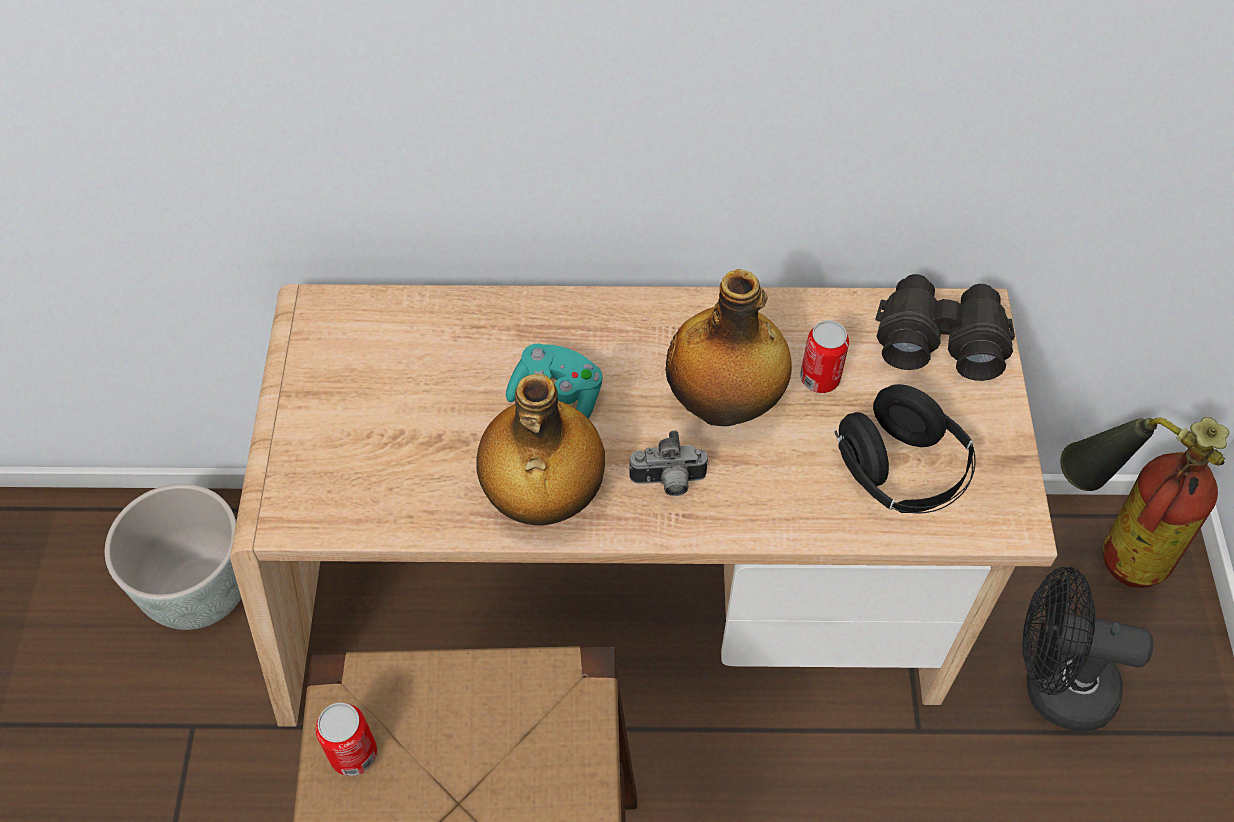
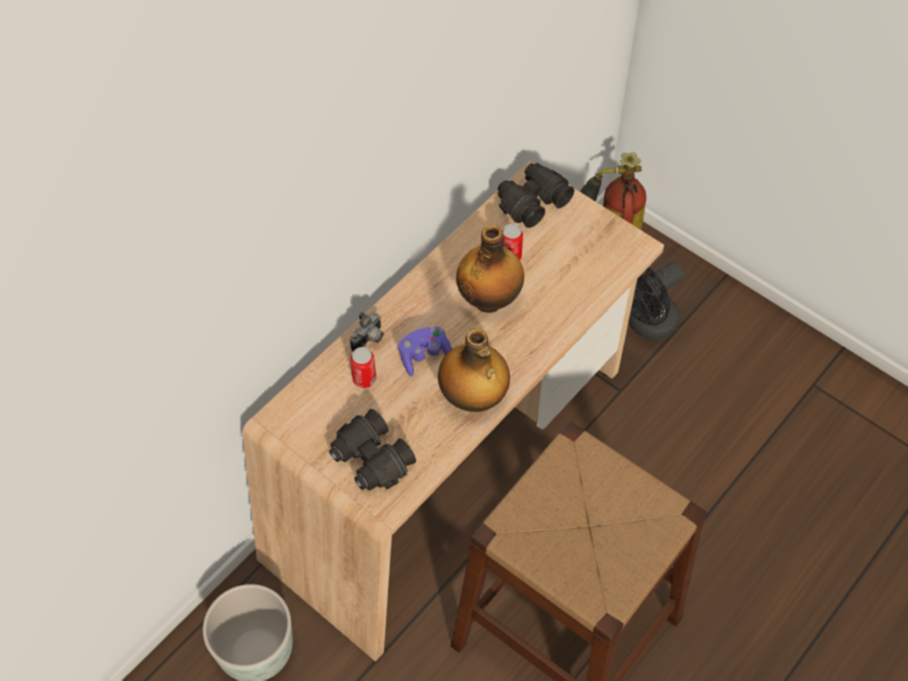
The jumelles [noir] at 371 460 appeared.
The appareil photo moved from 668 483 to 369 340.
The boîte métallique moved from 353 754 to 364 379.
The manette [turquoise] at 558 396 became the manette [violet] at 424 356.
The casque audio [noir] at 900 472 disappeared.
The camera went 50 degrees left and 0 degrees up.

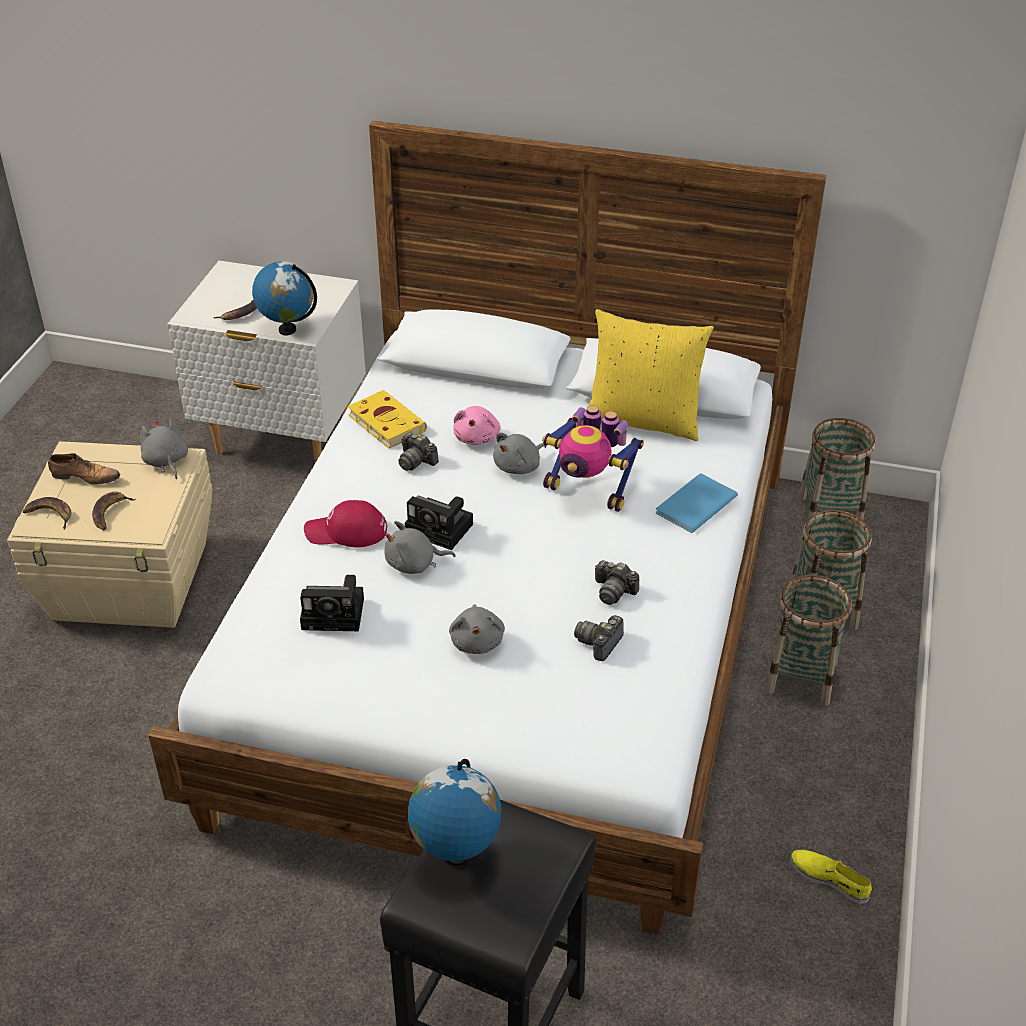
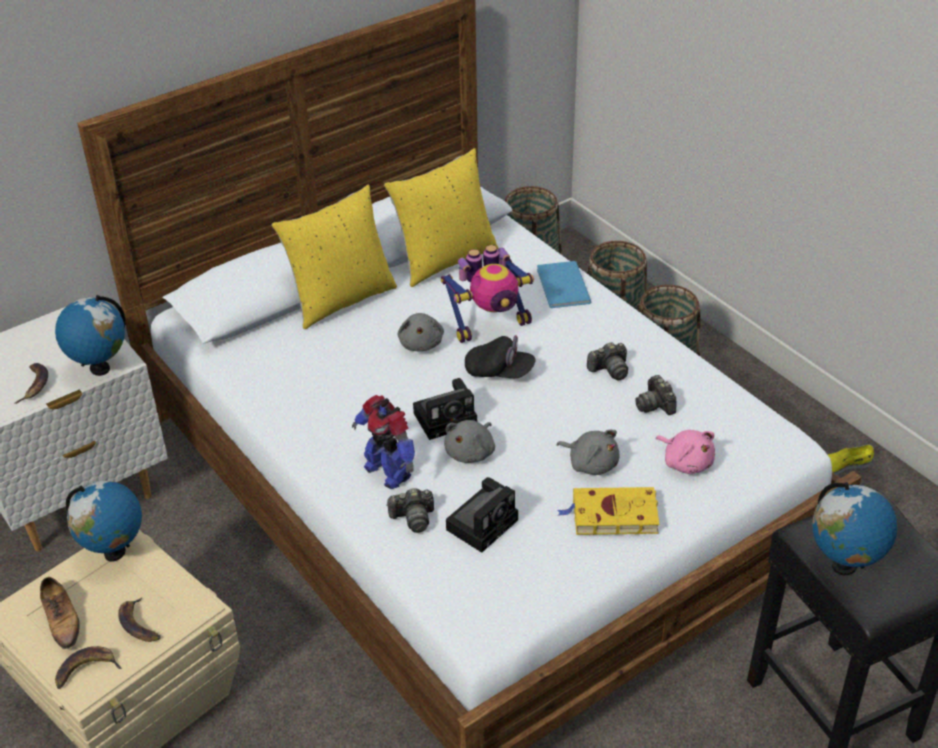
The chaussure at 84 477 turned 105 degrees clockwise.
The peluche [gris] at 166 462 was replaced by the globe at 114 553.
The coussin [jaune] at 341 299 appeared.
The casquette [rouge] at 346 532 was replaced by the robot jouet at 388 471.
The appareil photo moved from 416 461 to 413 518.
The casquette [noir] at 499 372 appeared.
The livre [jaune] moved from 385 422 to 612 515.
The peluche [rose] moved from 477 437 to 686 462.
The camera went 50 degrees left and 0 degrees up.

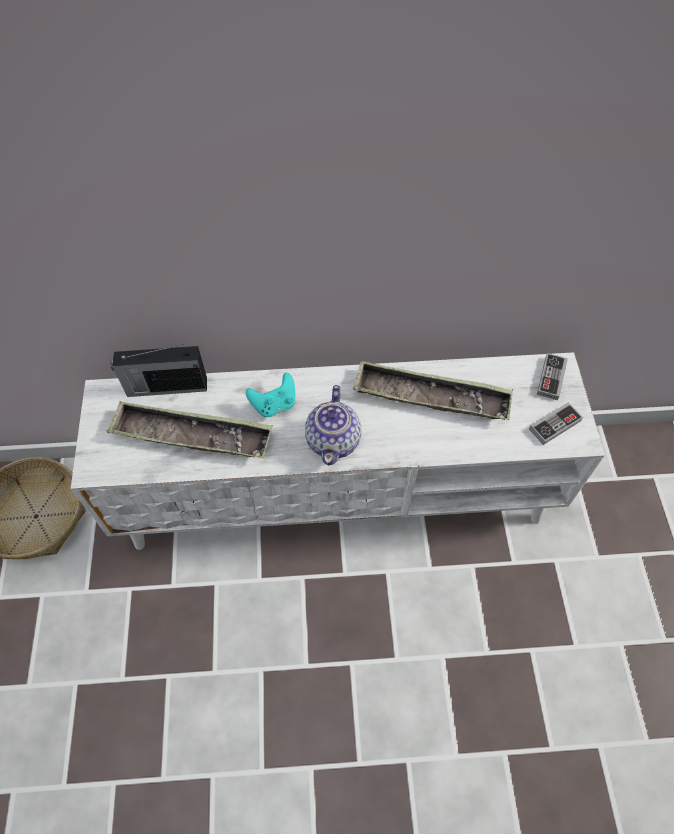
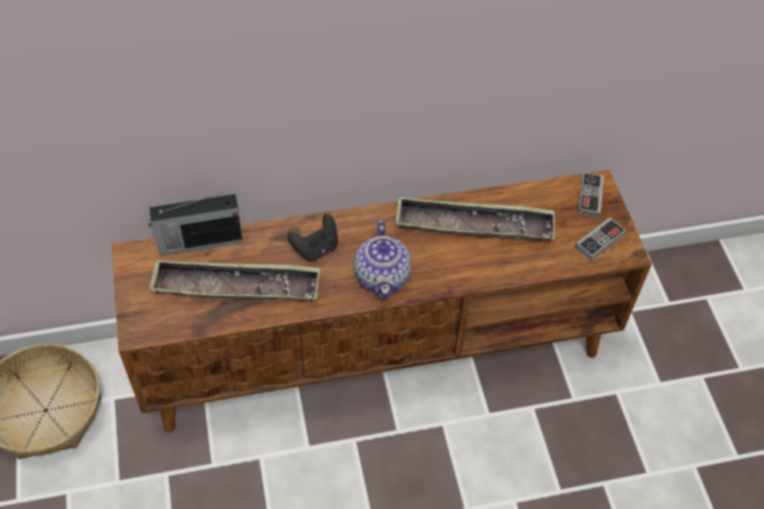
The meuble télé [blanc] at 338 492 became the meuble télé [marron] at 379 349.
The manette [turquoise] at 274 404 became the manette [noir] at 316 248.
The camera went 10 degrees left and 5 degrees down.

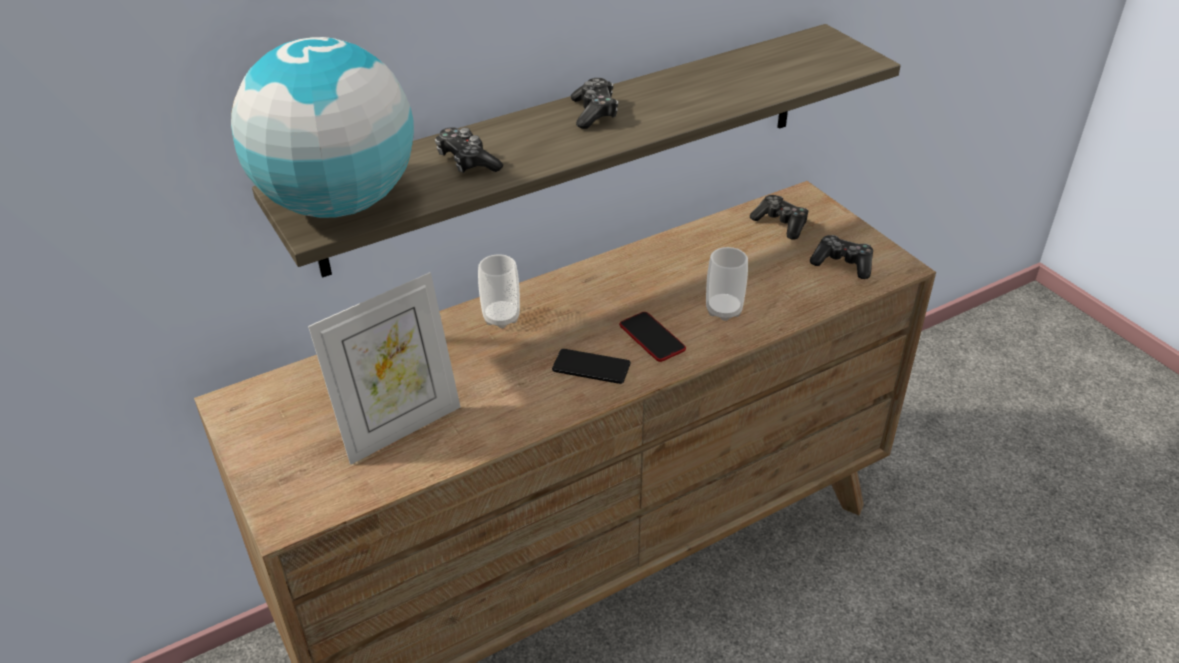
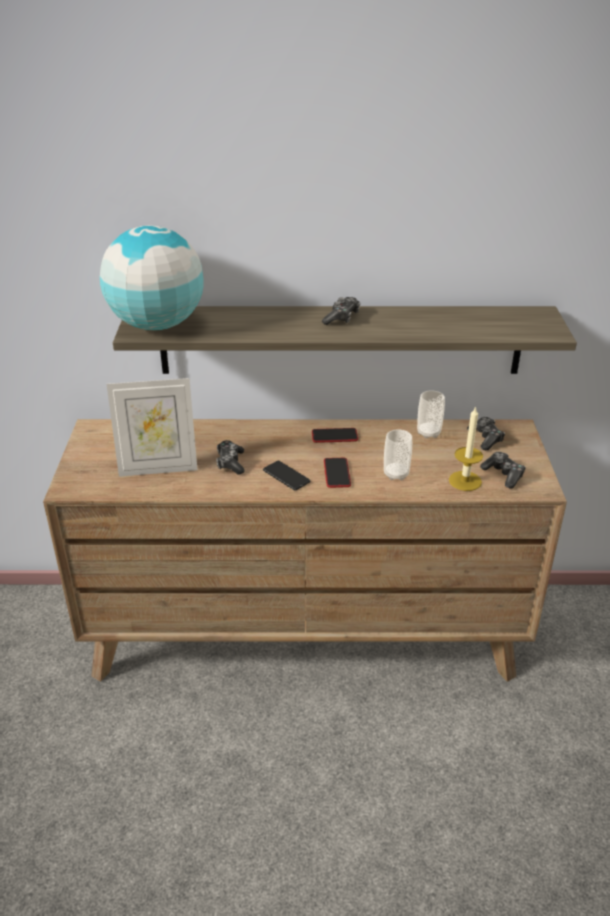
The manette moved from 467 161 to 230 463.
The téléphone at 334 436 appeared.
The tasse moved from 501 318 to 428 433.
The bougie at 465 481 appeared.
The camera went 30 degrees right and 5 degrees down.

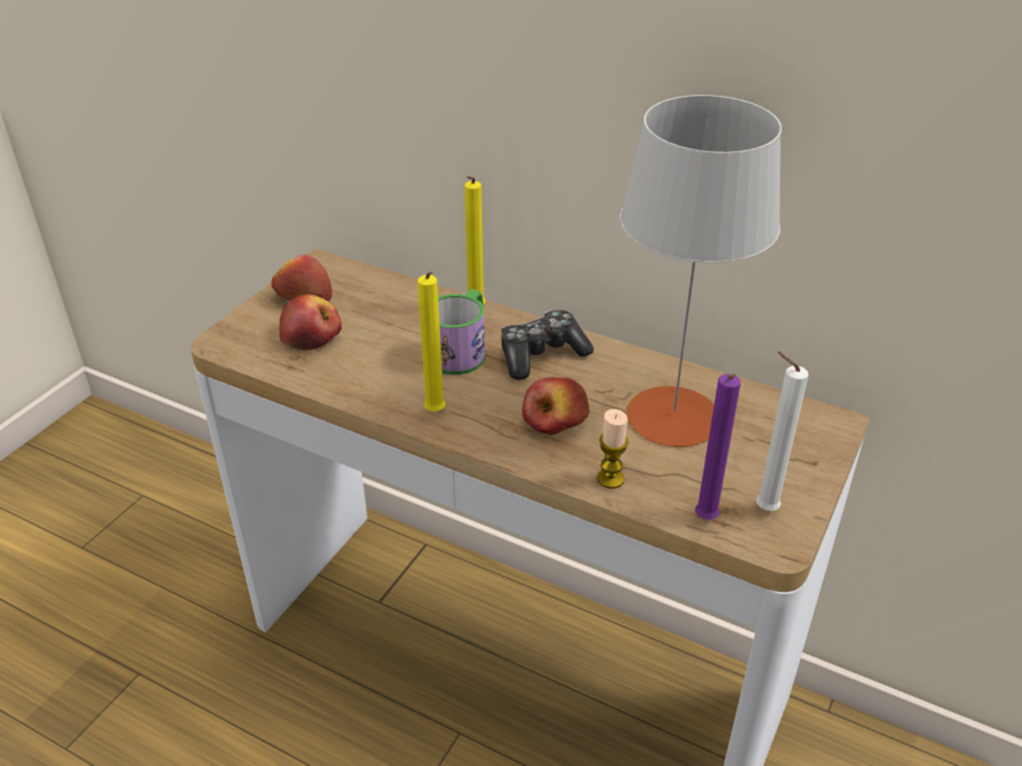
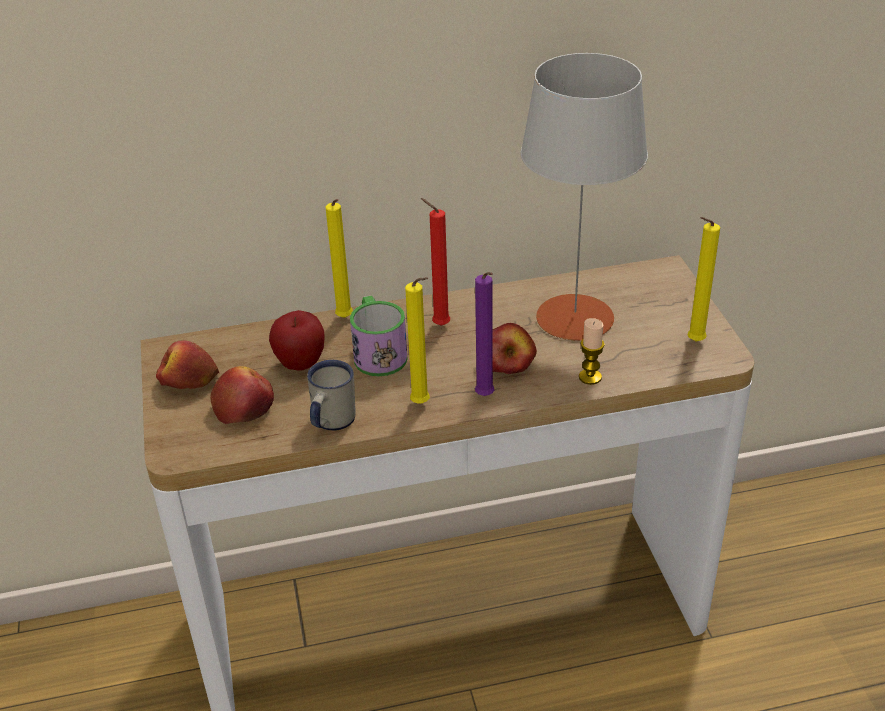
The pomme at 300 364 appeared.
The mug [blanc] at 330 422 appeared.
The manette at 541 355 was replaced by the bougie [rouge] at 438 325.
The bougie [violet] moved from 705 521 to 486 397.
The bougie [blanc] at 762 508 became the bougie [jaune] at 693 342.
The camera went 40 degrees left and 0 degrees up.

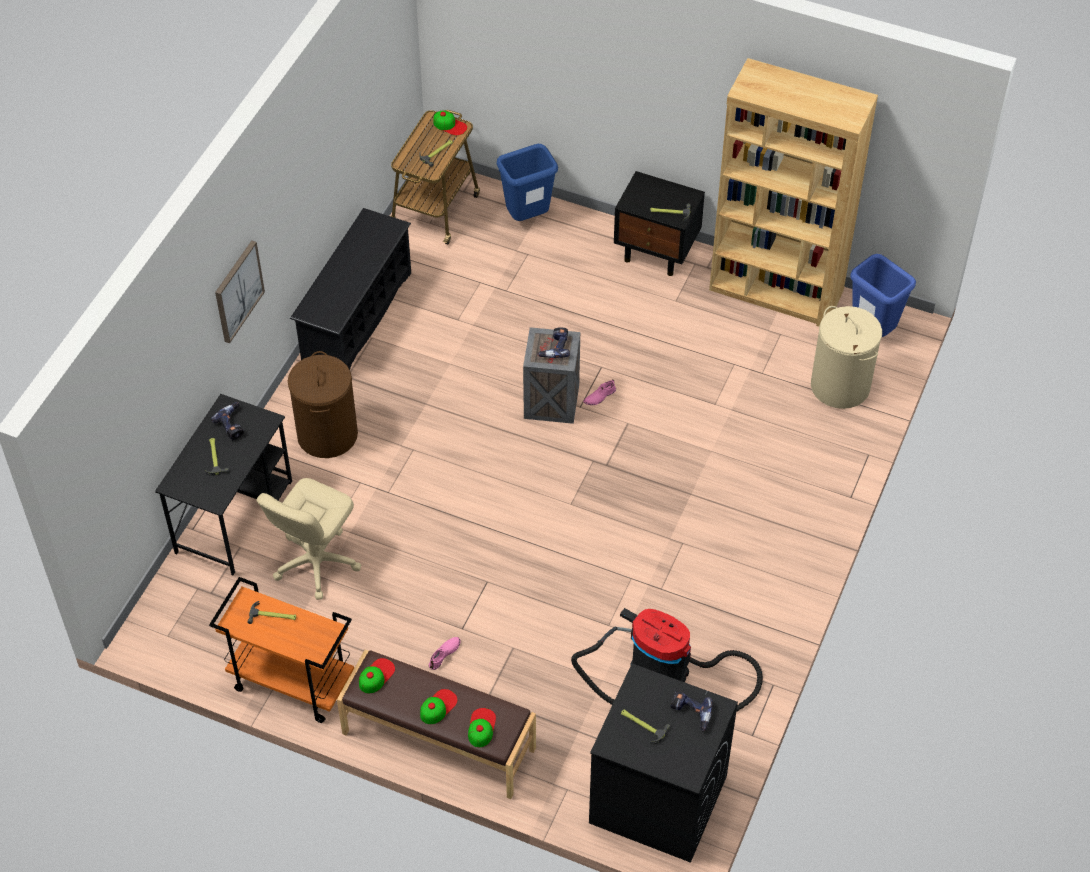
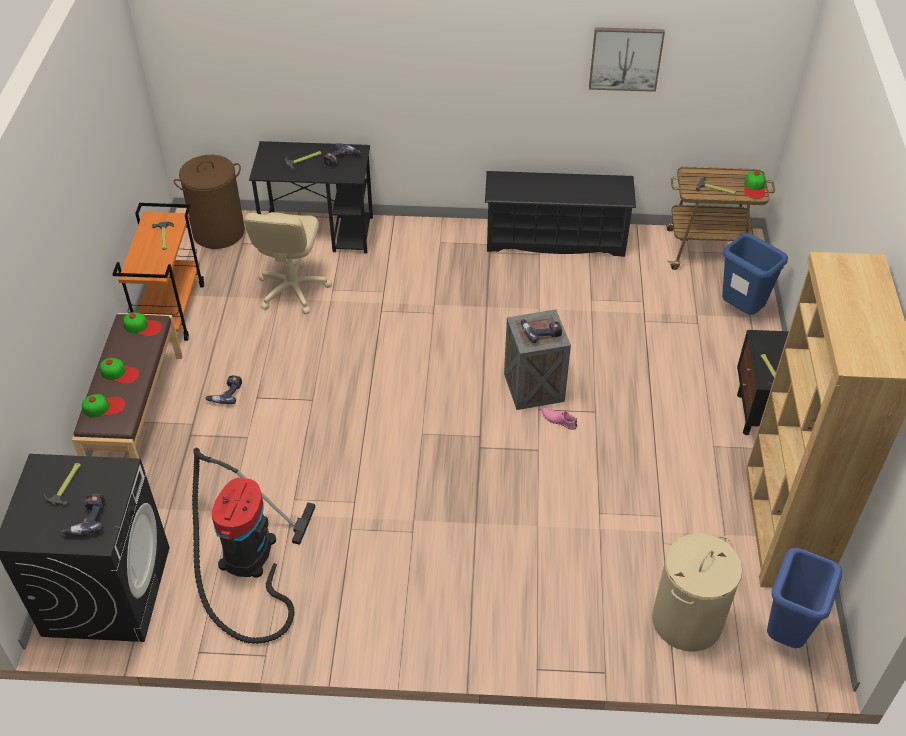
The panier à linge [marron] moved from 327 434 to 219 232.
The chaussure [rose] at 444 654 was replaced by the perceuse at 226 394.
The chaise de bureau [beige] at 316 562 turned 90 degrees counterclockwise.
The tableau moved from 238 291 to 625 58.
The camera went 70 degrees right and 5 degrees down.

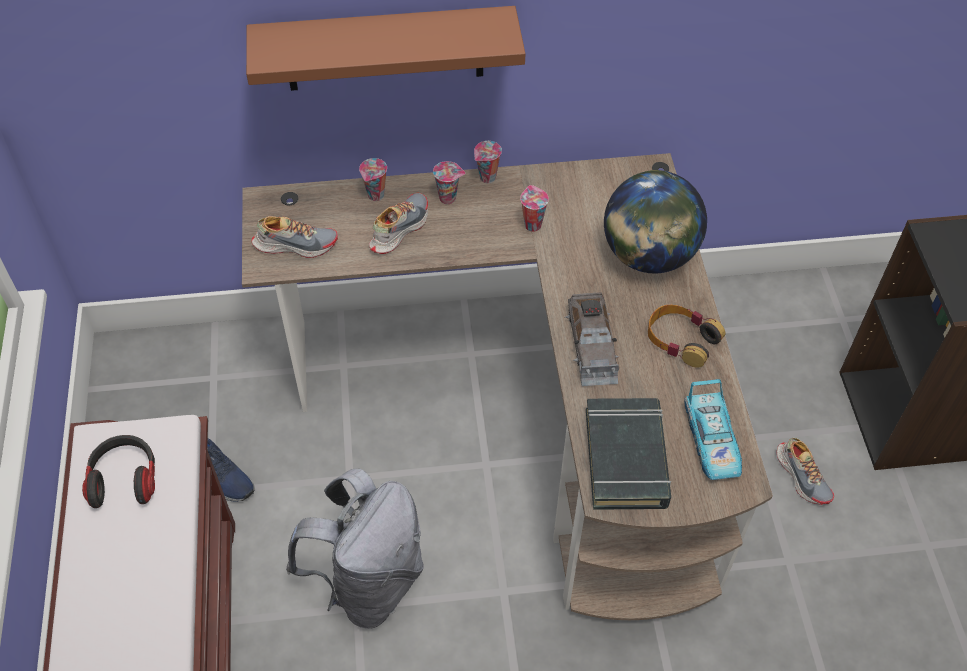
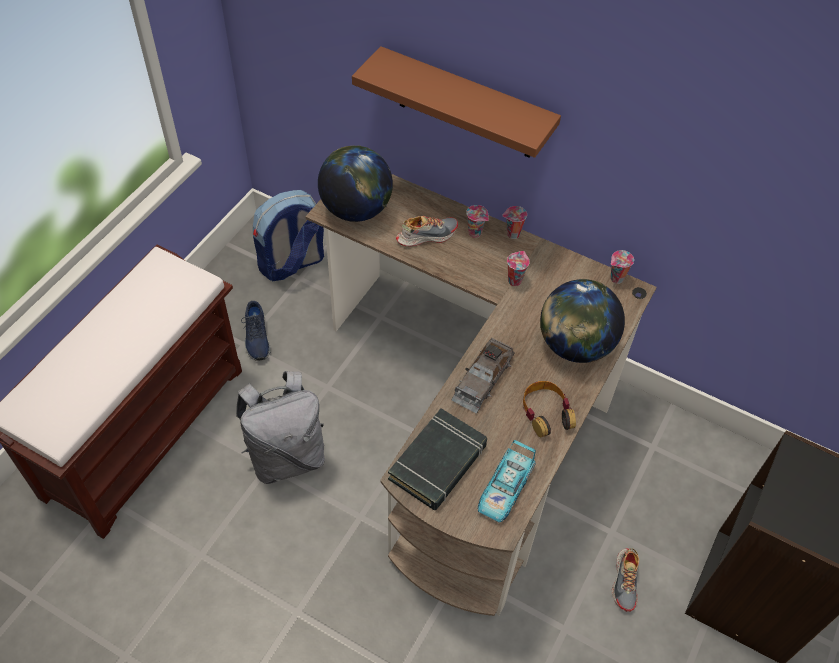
The sac à dos at 291 264 appeared.
The chaussure at 295 244 was replaced by the globe at 356 210.
The tasse moved from 376 196 to 616 279.
The casque audio at 125 479 disappeared.
The camera went 35 degrees right and 0 degrees up.

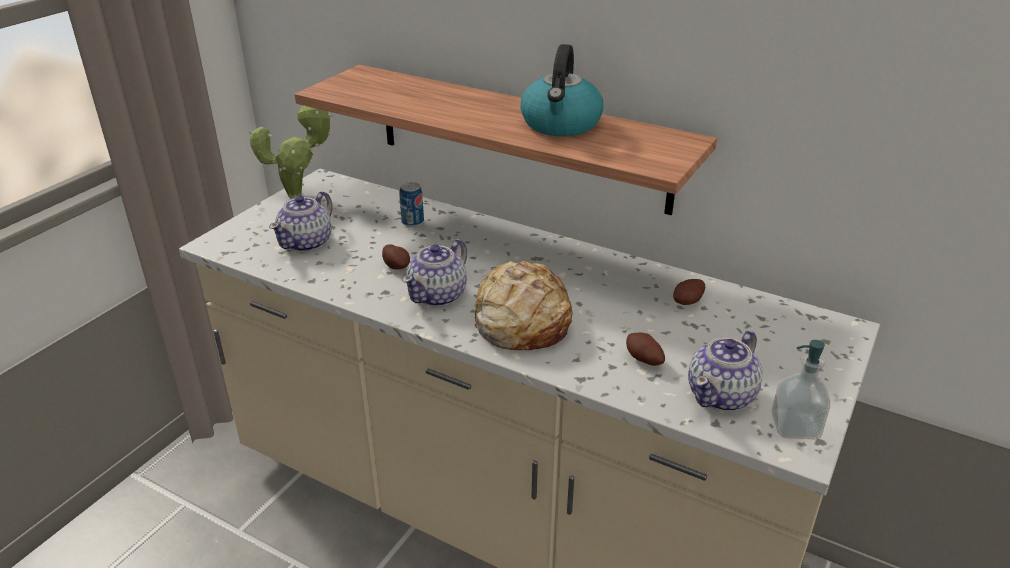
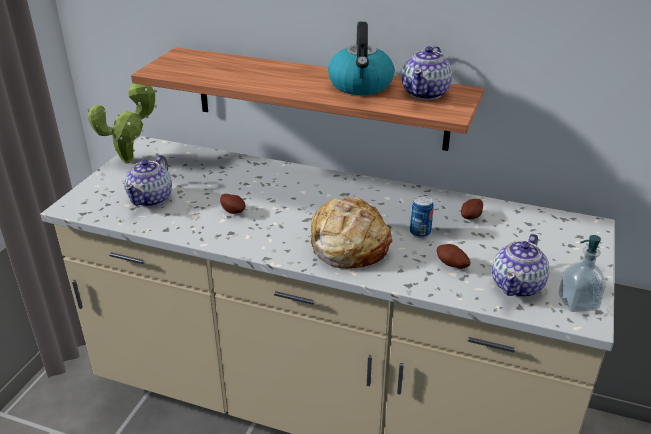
The théière moved from 438 295 to 426 93.
The boîte métallique moved from 412 222 to 420 232.
The camera went 10 degrees left and 0 degrees up.

